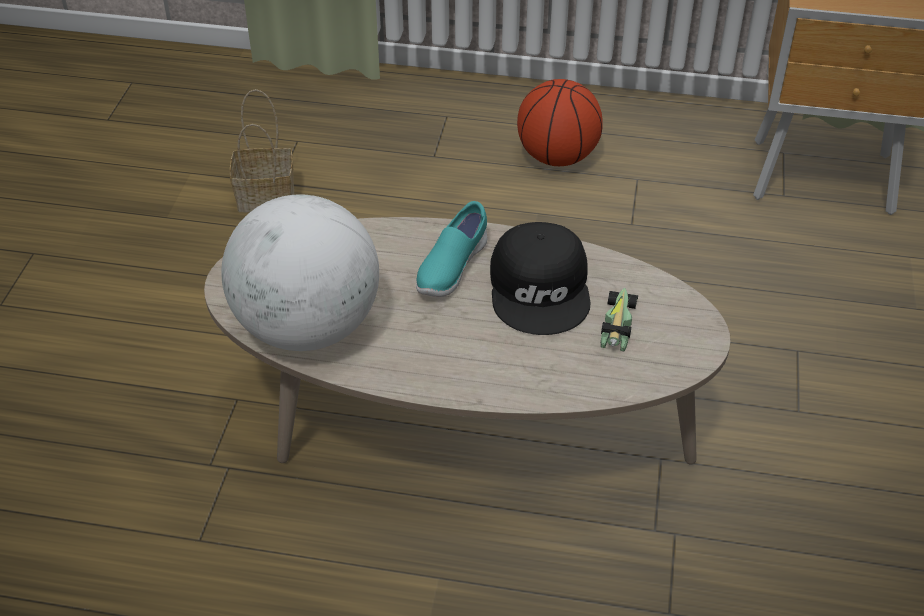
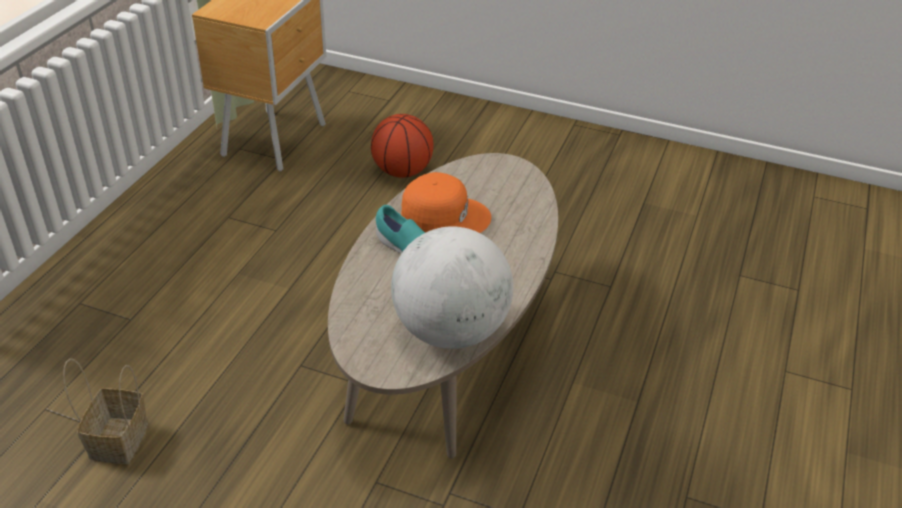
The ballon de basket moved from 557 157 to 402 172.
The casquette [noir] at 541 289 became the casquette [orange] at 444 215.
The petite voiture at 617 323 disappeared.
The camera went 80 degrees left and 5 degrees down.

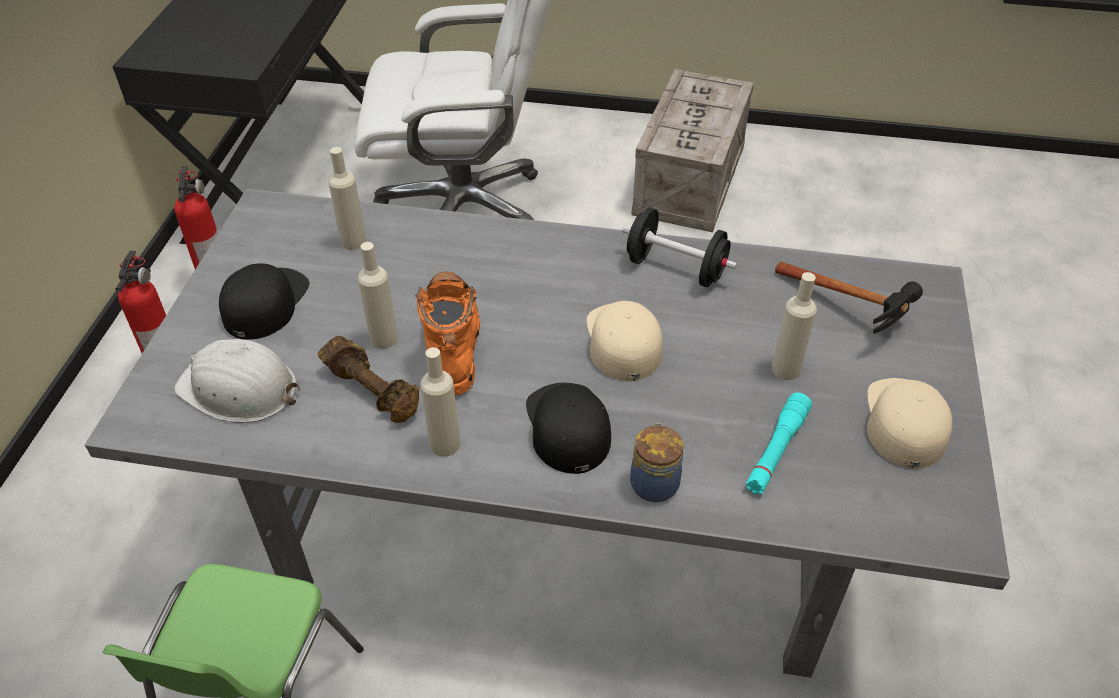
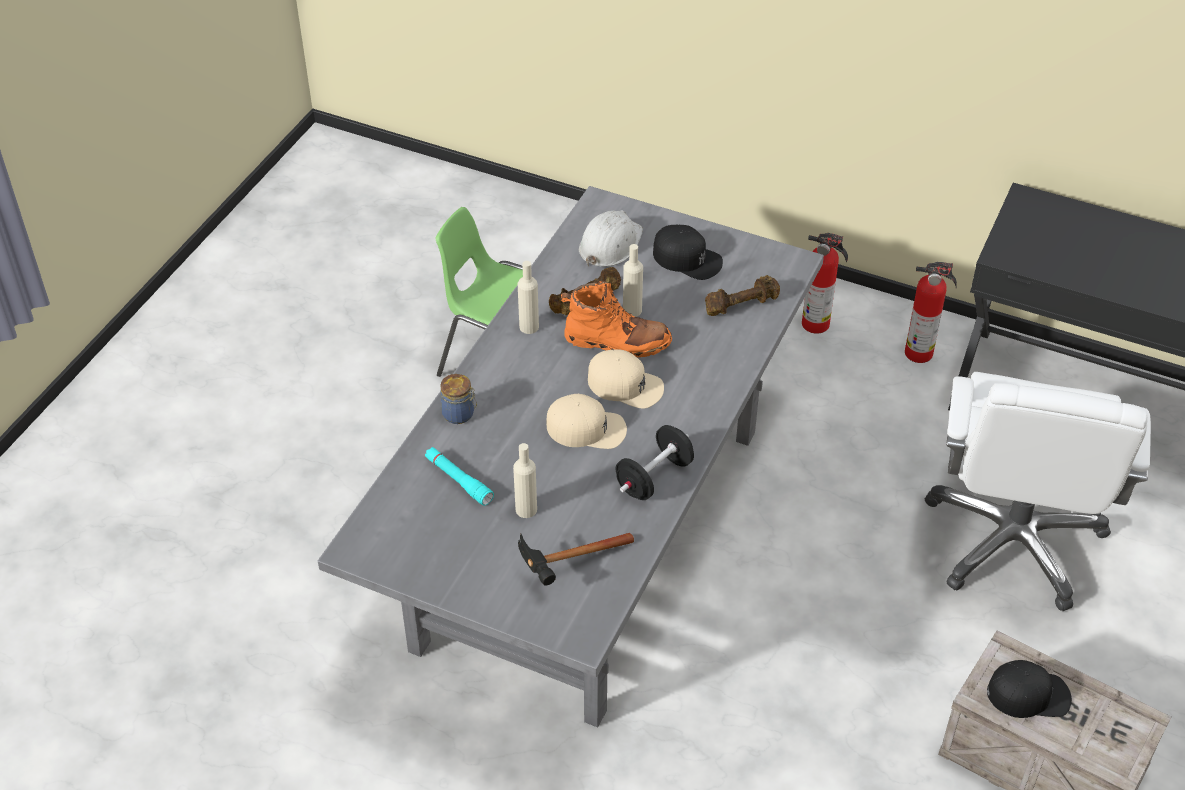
The casquette [beige] moved from 904 422 to 625 385.
The bouteille [beige] at 353 242 was replaced by the haltère [marron] at 740 305.
The casquette [noir] moved from 567 427 to 1029 694.
The camera went 105 degrees right and 0 degrees up.

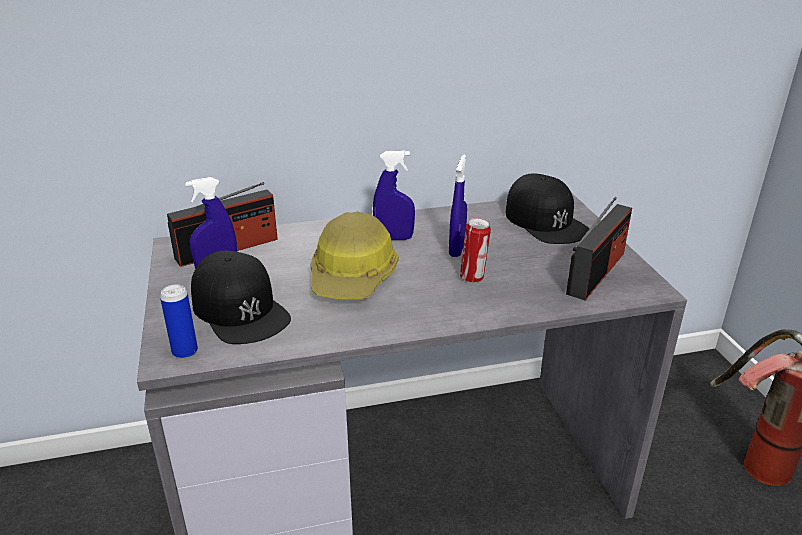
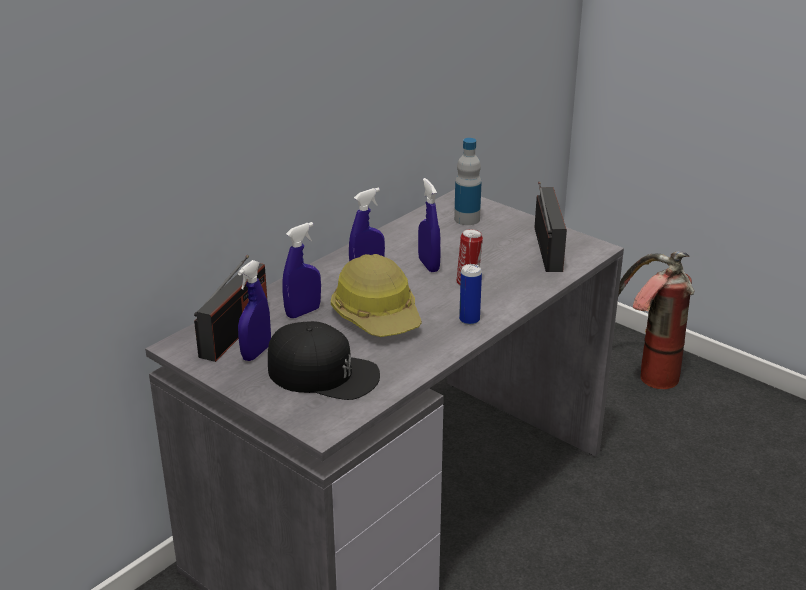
The vaporisateur [bleu] at 303 312 appeared.
The casquette [noir] at 545 221 was replaced by the bouteille at 467 219.
The boîte métallique moved from 185 352 to 469 320.
The camera went 35 degrees left and 0 degrees up.

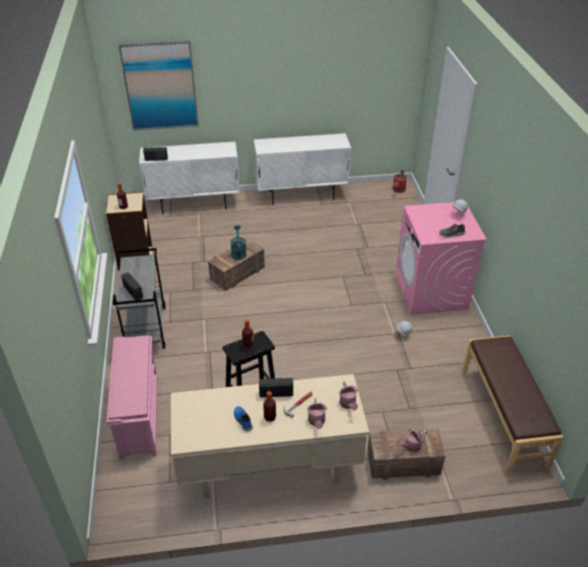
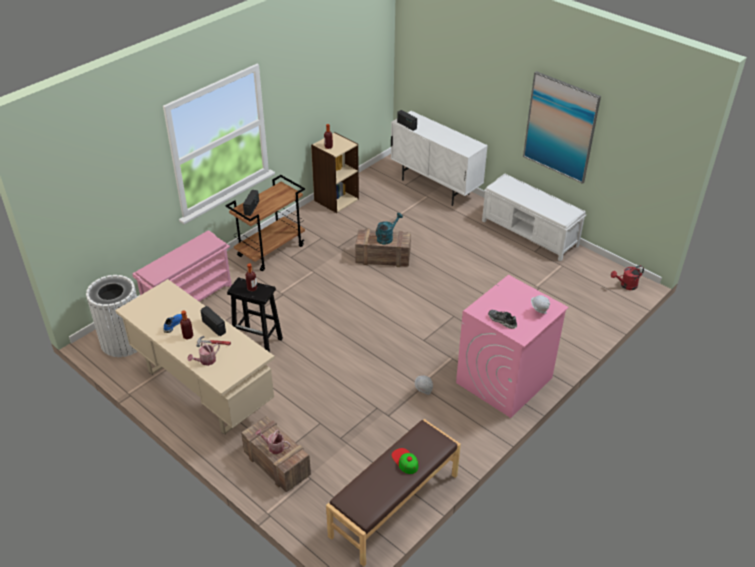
The poubelle [blanc] at 123 341 appeared.
The chariot [gris] at 146 329 became the chariot [marron] at 271 250.
The casquette at 405 461 appeared.
The meuble de rangement [blanc] at 301 195 was replaced by the banc [blanc] at 530 233.
The tableau moved from 160 86 to 560 127.
The arrosoir at 348 404 disappeared.
The camera went 50 degrees right and 0 degrees up.

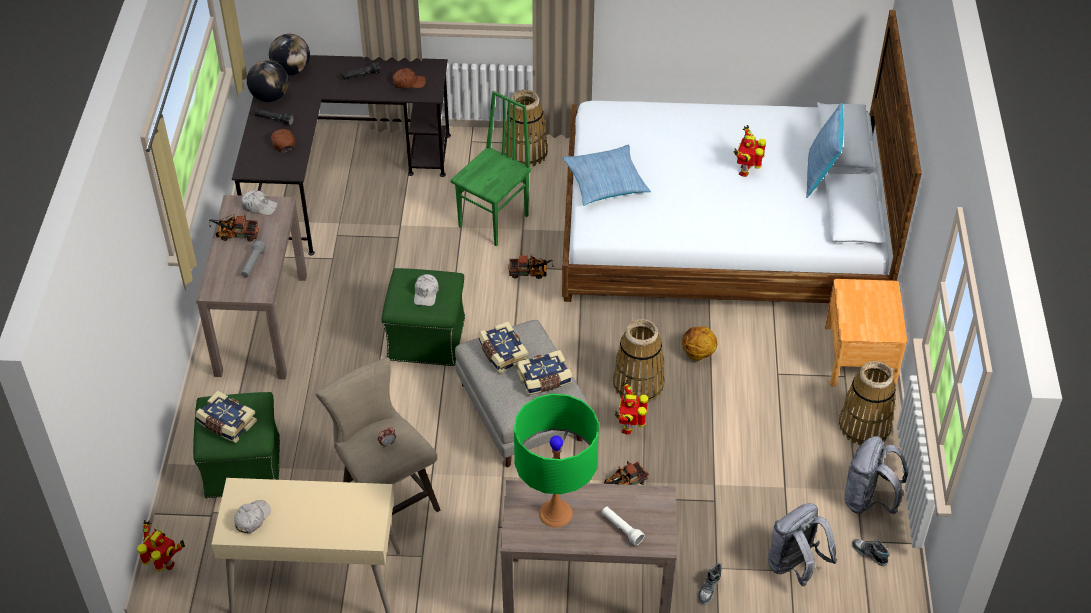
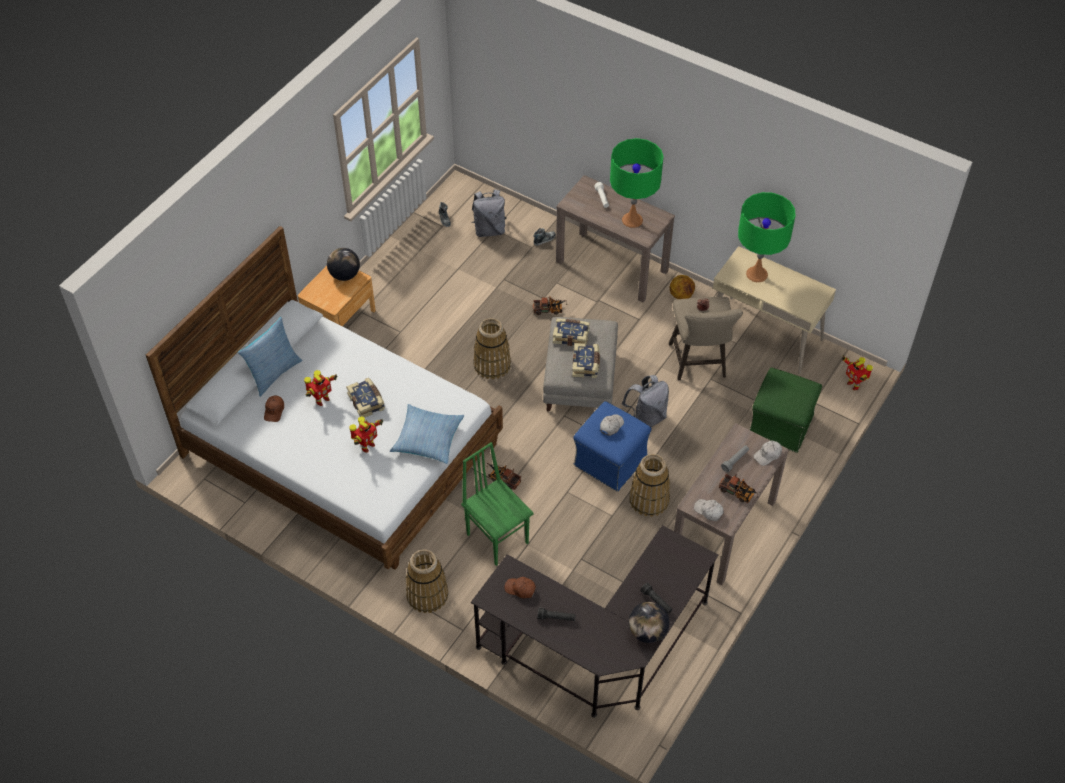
The casquette [marron] moved from 283 142 to 274 411.
The globe moved from 291 70 to 345 275.
The livre moved from 226 424 to 367 402.
The robot jouet moved from 629 427 to 366 446.
The chaise [vert] at 495 221 turned 75 degrees clockwise.
The pouf [vert] at 427 338 became the pouf [bleu] at 609 461.
The sac à dos [gris] moved from 868 500 to 646 418.
The panier moved from 864 426 to 649 500.
The ballon de basket moved from 697 354 to 681 295.
The lampe de table [vert] at 757 274 appeared.
The casquette [blanc] moved from 252 518 to 767 455.
The camera went 150 degrees left and 5 degrees up.

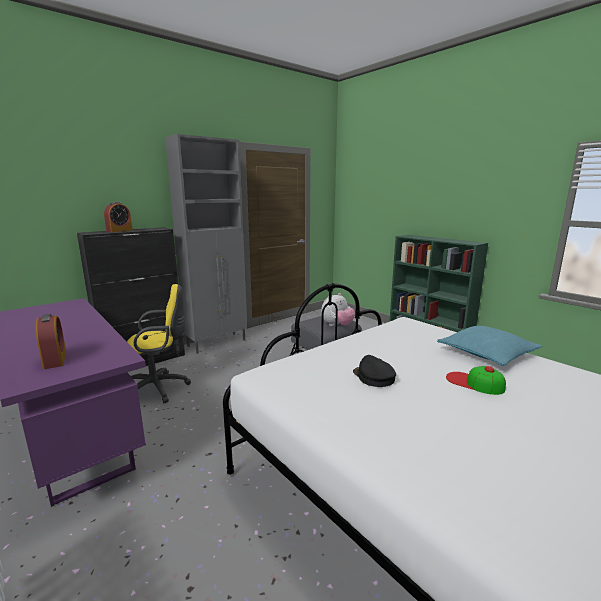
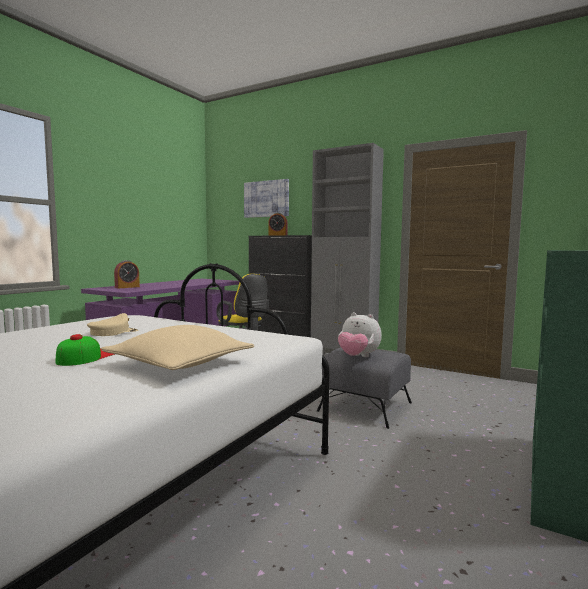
The casquette [noir] at 373 377 became the casquette [beige] at 113 332.
The coussin [turquoise] at 487 354 became the coussin [beige] at 180 364.
The tableau at 266 199 appeared.
The camera went 70 degrees right and 10 degrees down.

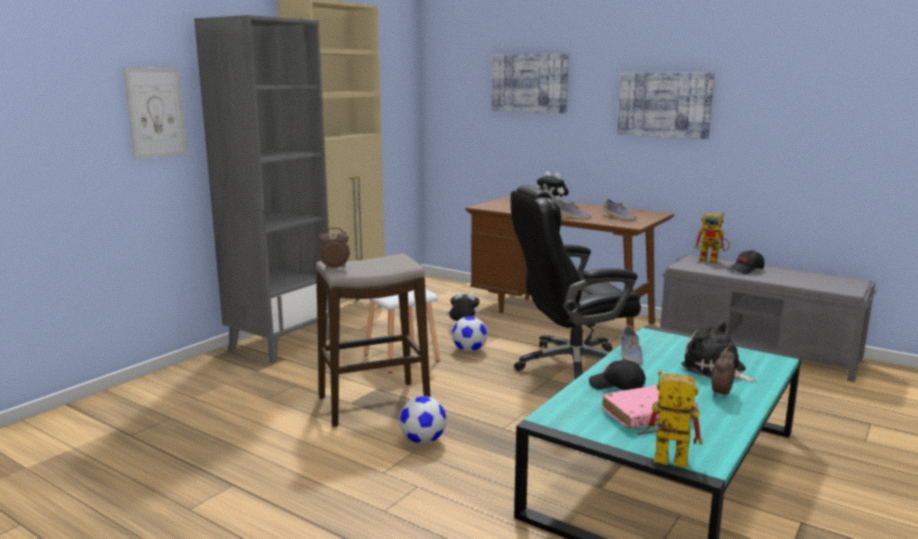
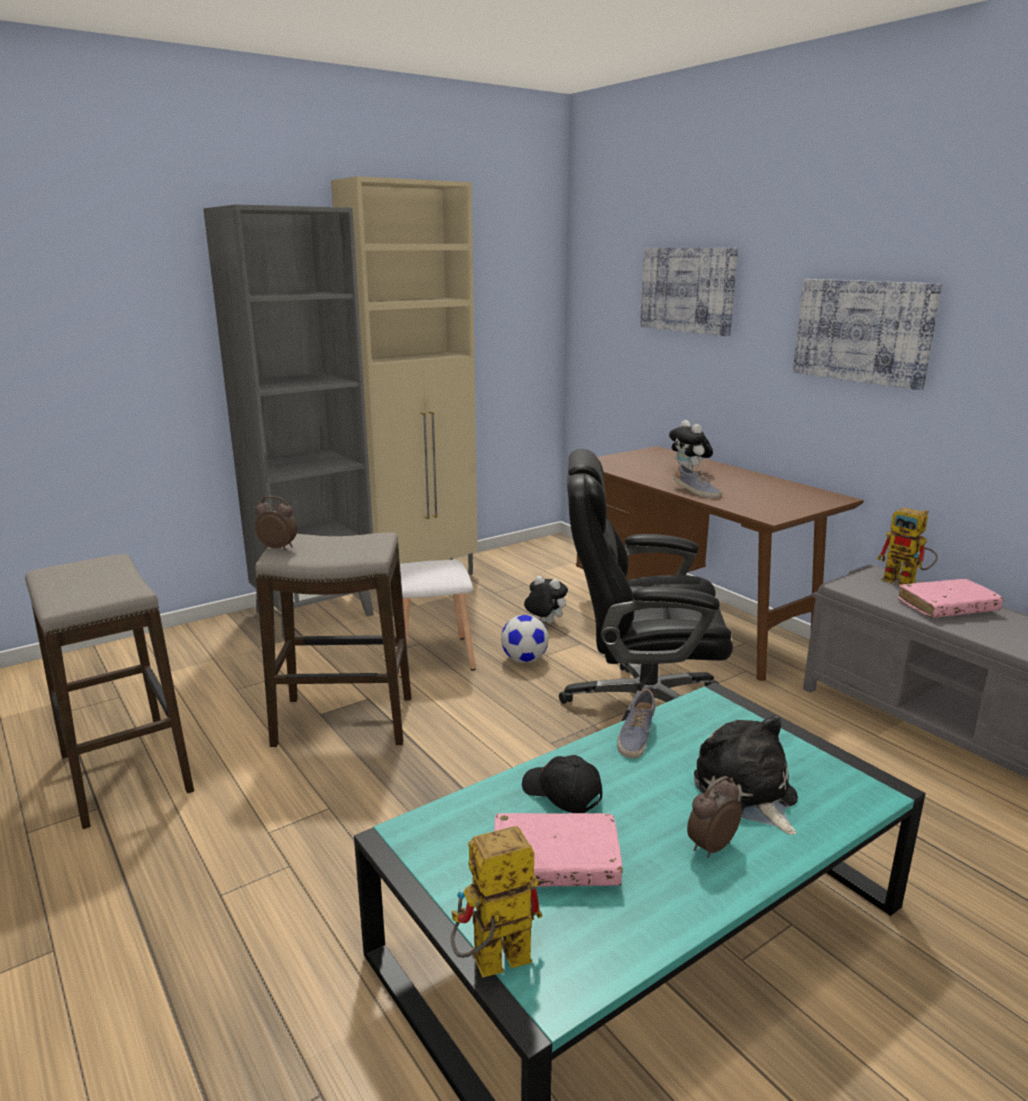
The tabouret at 125 774 appeared.
The robot jouet at 662 460 turned 60 degrees counterclockwise.
The casquette [noir] at 746 270 was replaced by the livre [rose] at 947 607.
The tableau at 156 112 disappeared.
The ballon de foot at 423 441 disappeared.
The chaussure at 618 217 disappeared.
The camera went 20 degrees right and 5 degrees up.

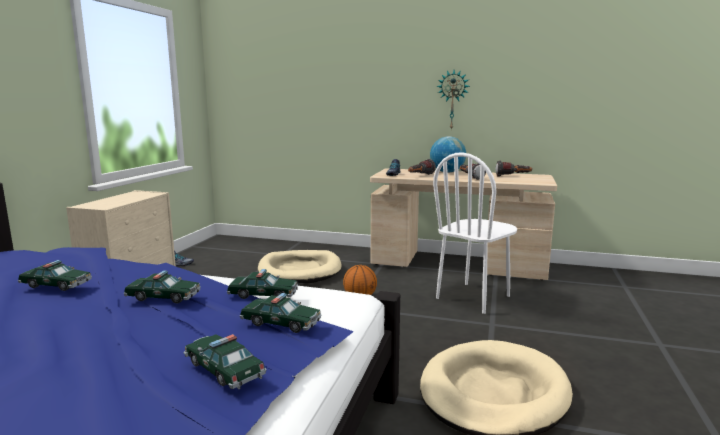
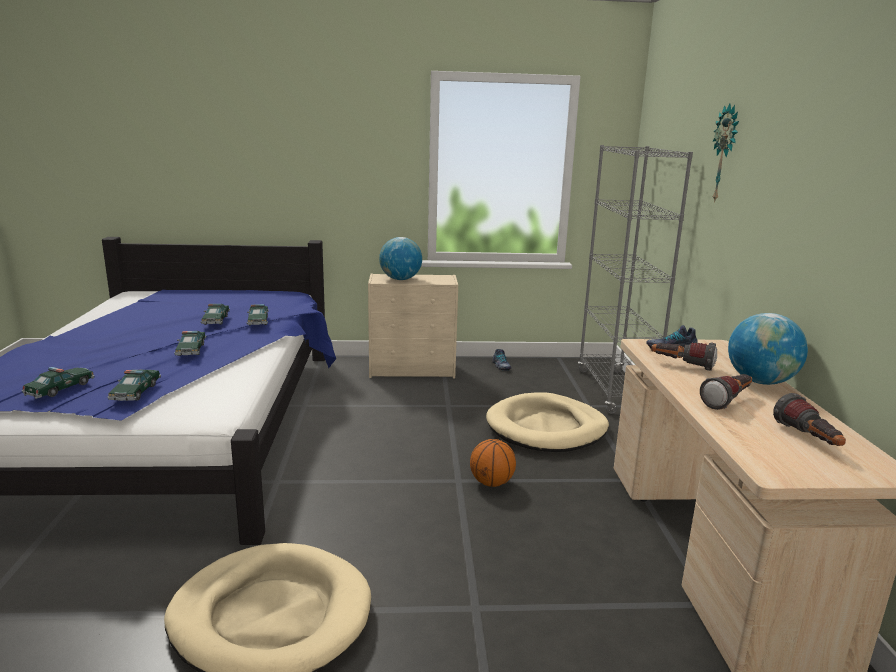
The petite voiture moved from 263 295 to 258 321.
The globe at 400 279 appeared.
The bibliothèque [gris] at 614 391 appeared.
The horloge murale moved from 452 100 to 726 154.
The chaise [blanc] at 473 297 disappeared.
The camera went 70 degrees right and 5 degrees up.

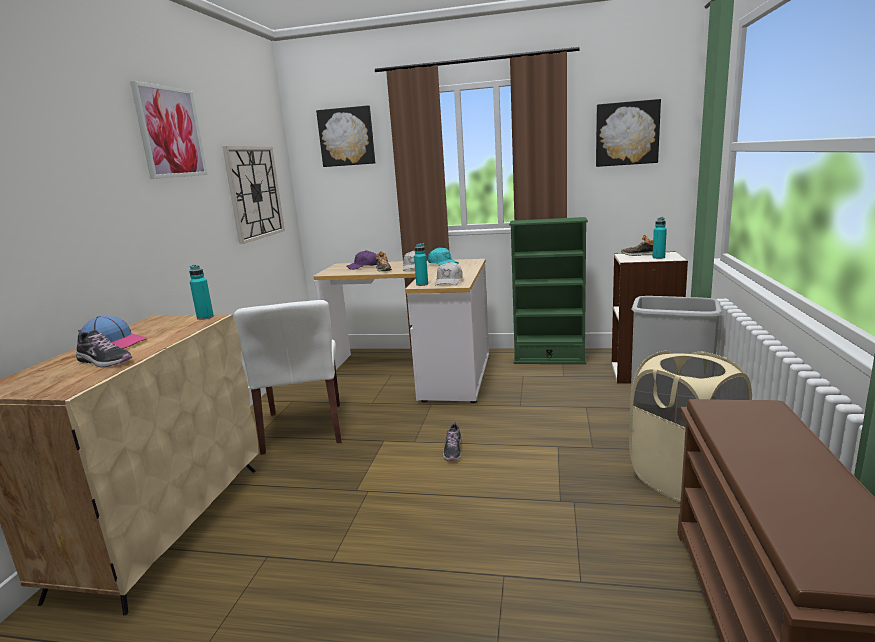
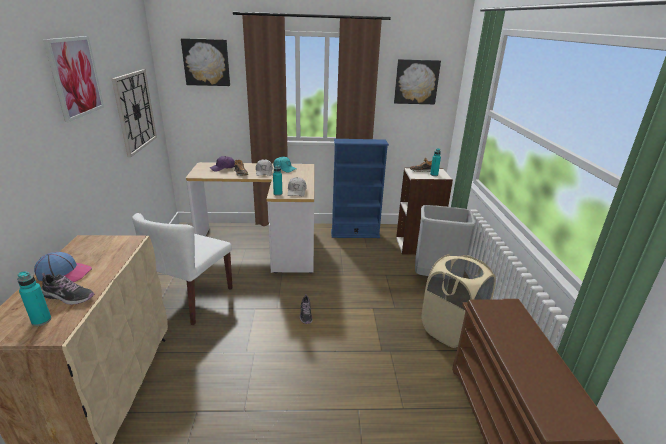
The bouteille [turquoise] moved from 205 317 to 41 320.
The chaise [blanc] at 304 428 turned 45 degrees clockwise.
The bibliothèque [vert] at 549 359 became the bibliothèque [bleu] at 355 234.
The camera went 15 degrees left and 10 degrees up.

